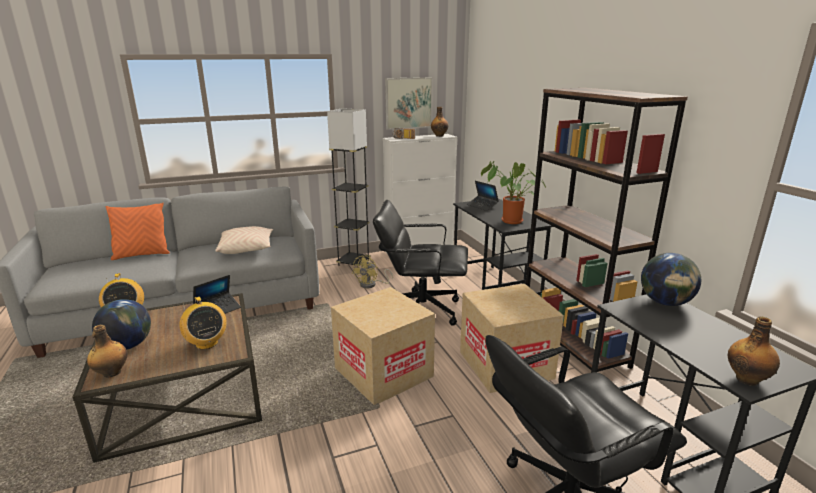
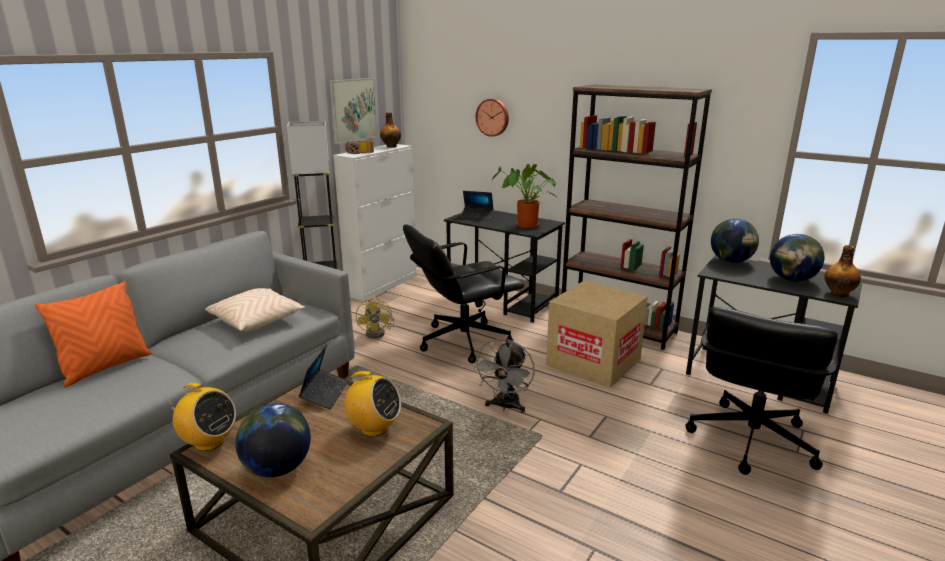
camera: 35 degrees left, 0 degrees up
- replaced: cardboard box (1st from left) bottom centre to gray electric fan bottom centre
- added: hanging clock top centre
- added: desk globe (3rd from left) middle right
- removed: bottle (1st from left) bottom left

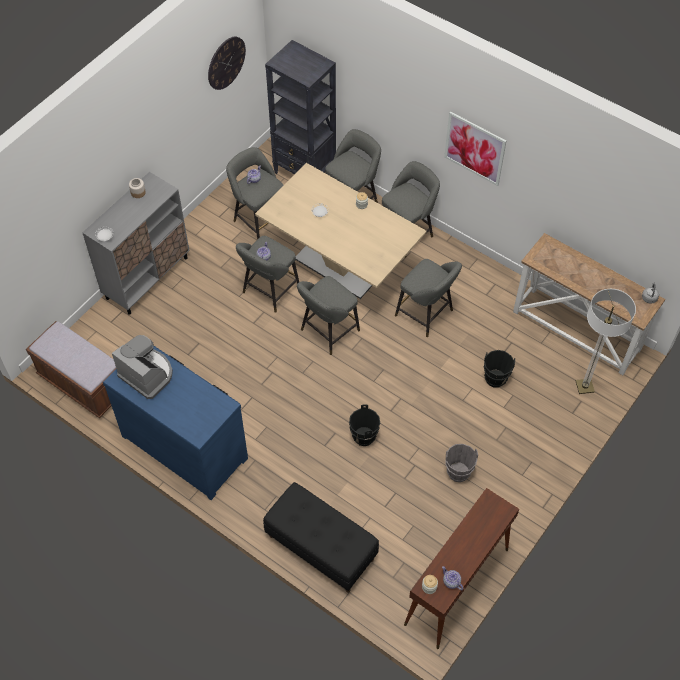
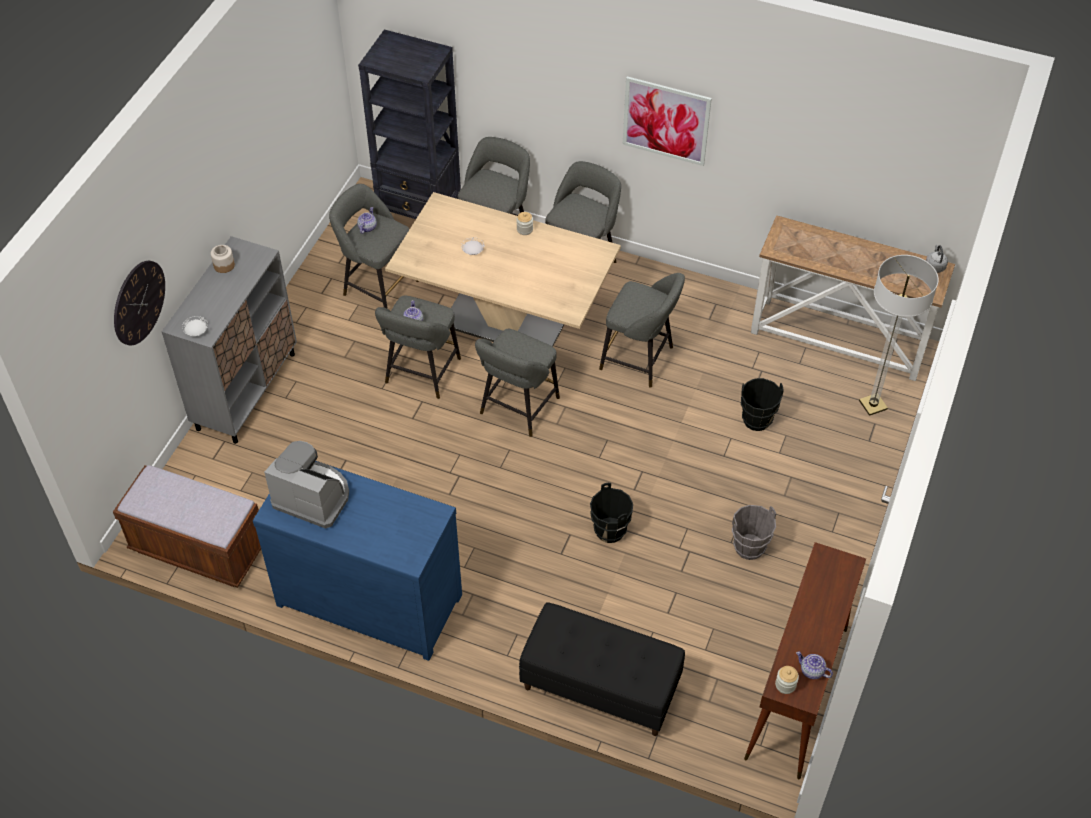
camera: 15 degrees left, 5 degrees down
- moved: hanging clock top centre to middle left

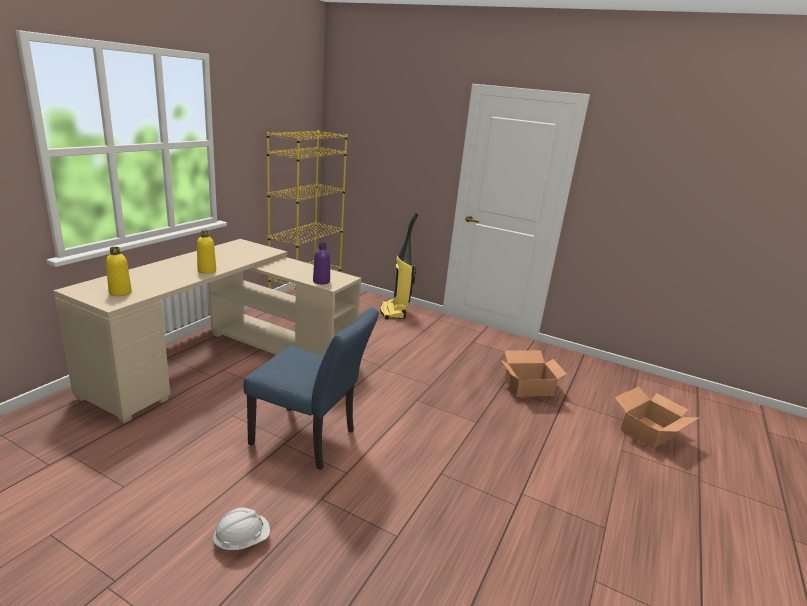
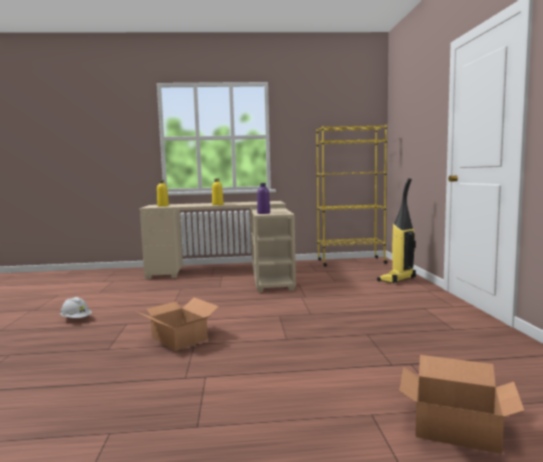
camera: 60 degrees right, 15 degrees down
- moved: cardboard box (1st from left) centre to bottom left
- removed: blue plain chair centre

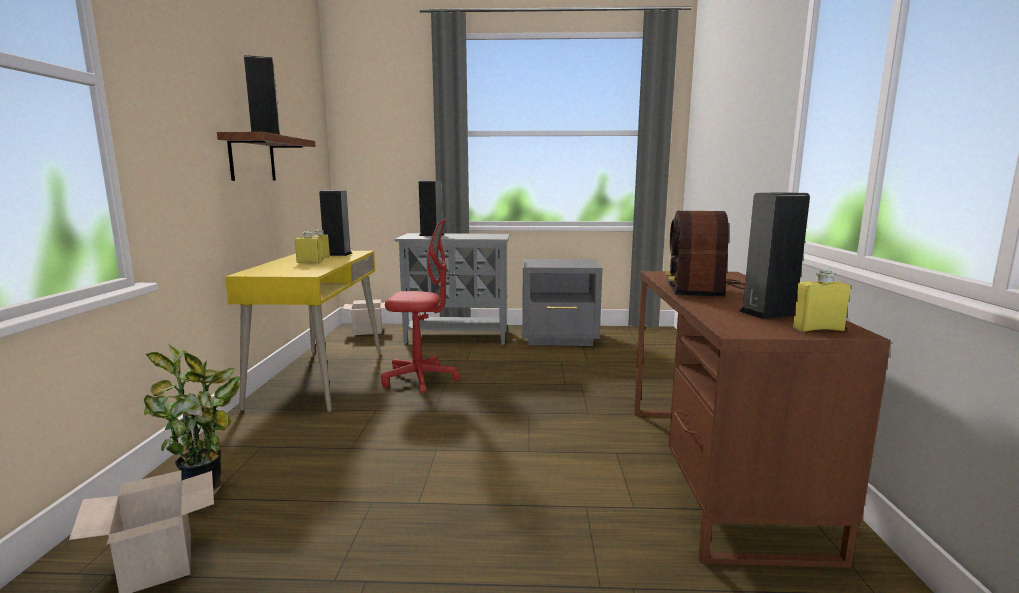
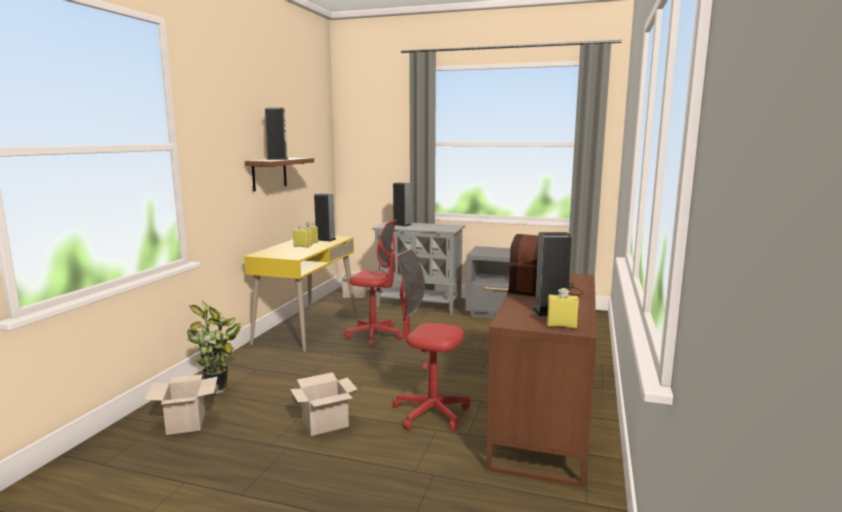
camera: 15 degrees right, 0 degrees up
- added: cardboard box (2nd from left) bottom centre
- added: red-coloured office chair (2nd from left) centre

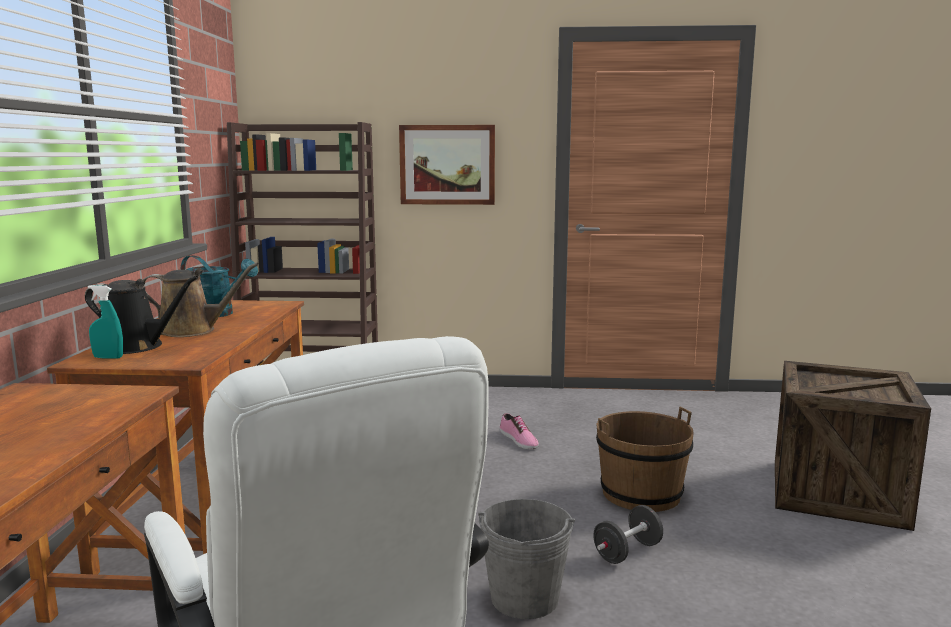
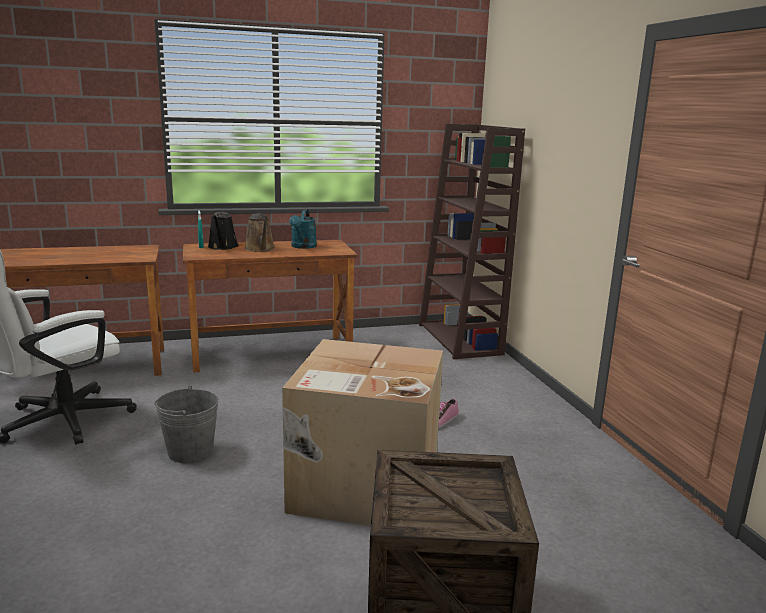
camera: 70 degrees right, 5 degrees up
- replaced: brown bucket bottom right to cardboard box bottom centre
- removed: picture top centre
- removed: black hand weight bottom centre

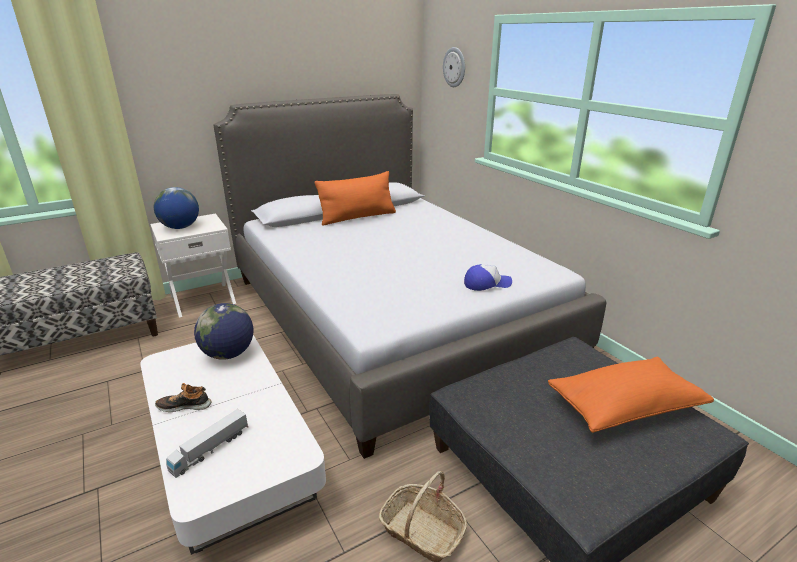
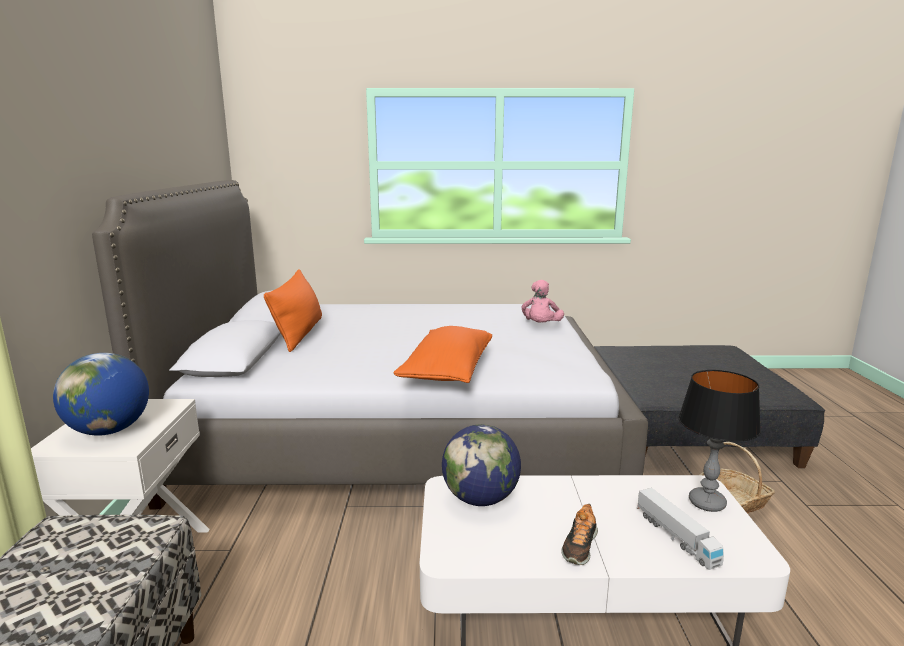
camera: 60 degrees left, 10 degrees down
- moved: orangey pillow (2nd from left) bottom right to centre
- replaced: baseball cap centre to pink plush toy centre
- added: lamp for a table bottom right
- removed: hanging clock top centre

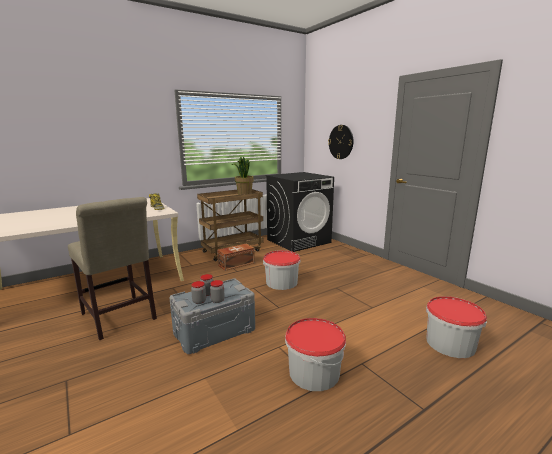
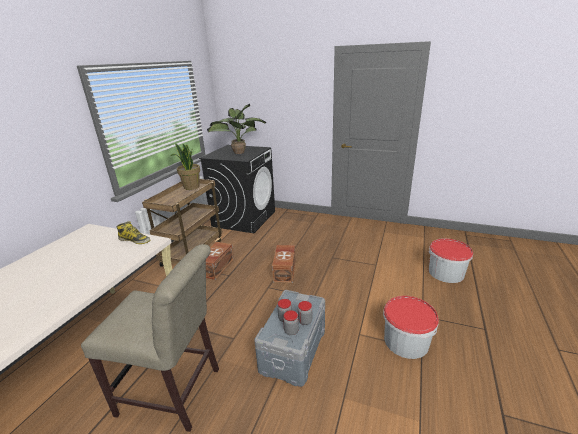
camera: 35 degrees left, 10 degrees up
- added: potted plant (2nd from left) top centre
- replaced: bucket (1st from left) centre to brown storage container (2nd from left) centre
- removed: hanging clock top centre

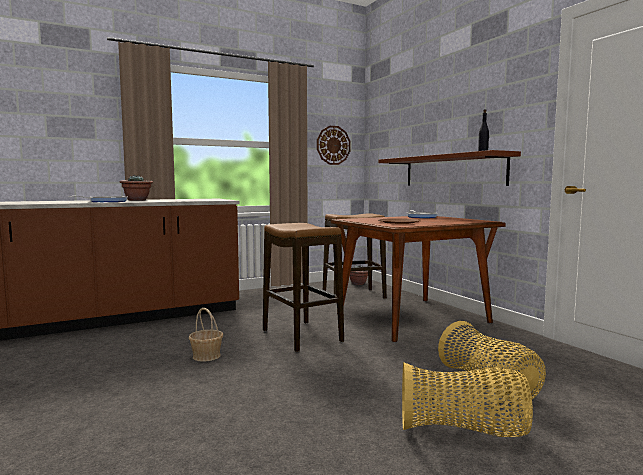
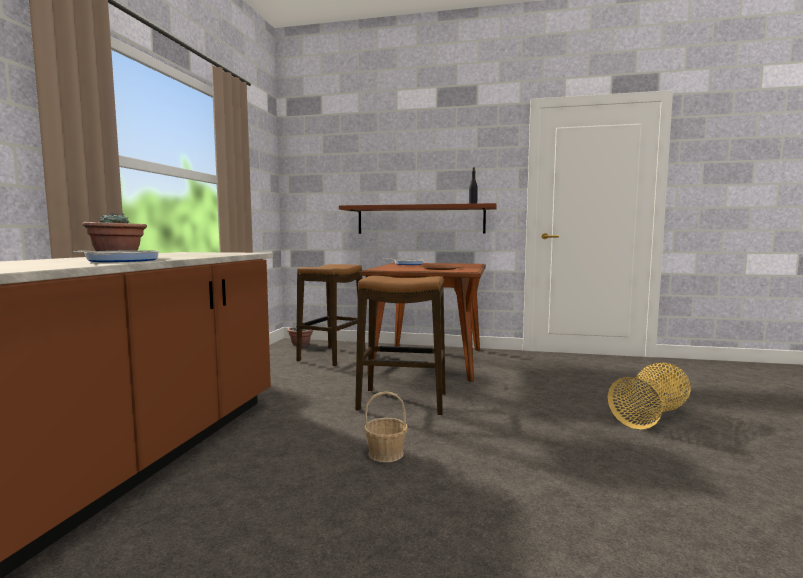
camera: 50 degrees left, 0 degrees up
- removed: hanging clock top centre
- removed: storage basket (3rd from left) bottom right

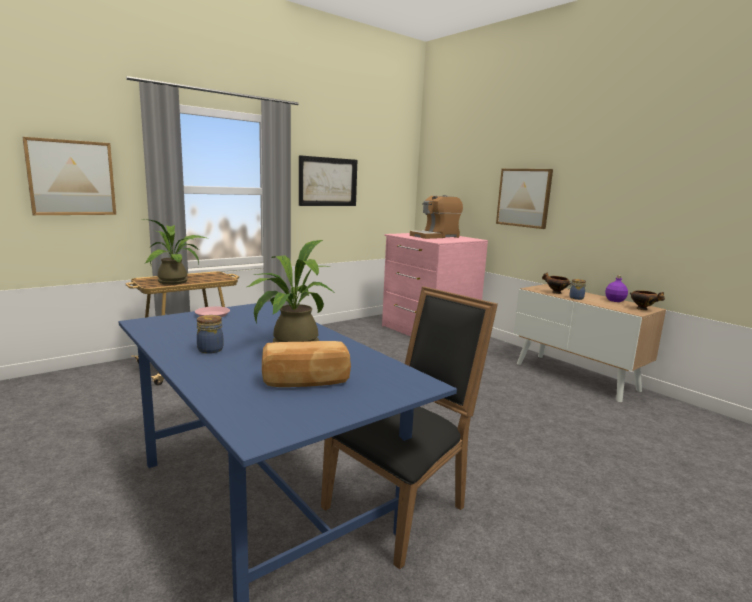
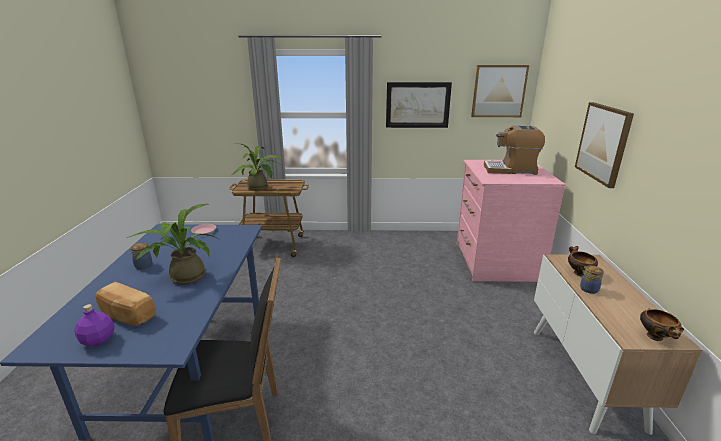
camera: 40 degrees right, 10 degrees up
- moved: purplish bottle middle right to bottom left
- moved: picture (1st from left in the first image) top left to picture (2nd from left) top right

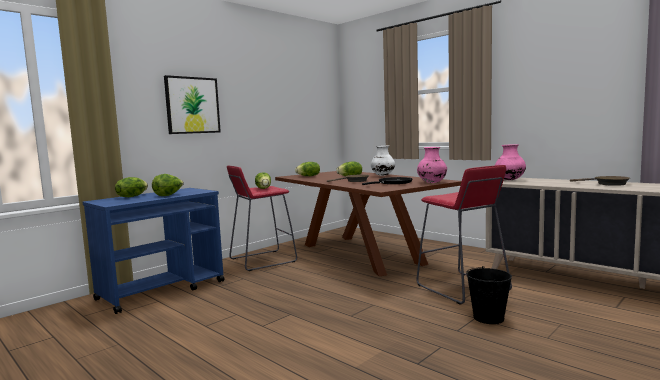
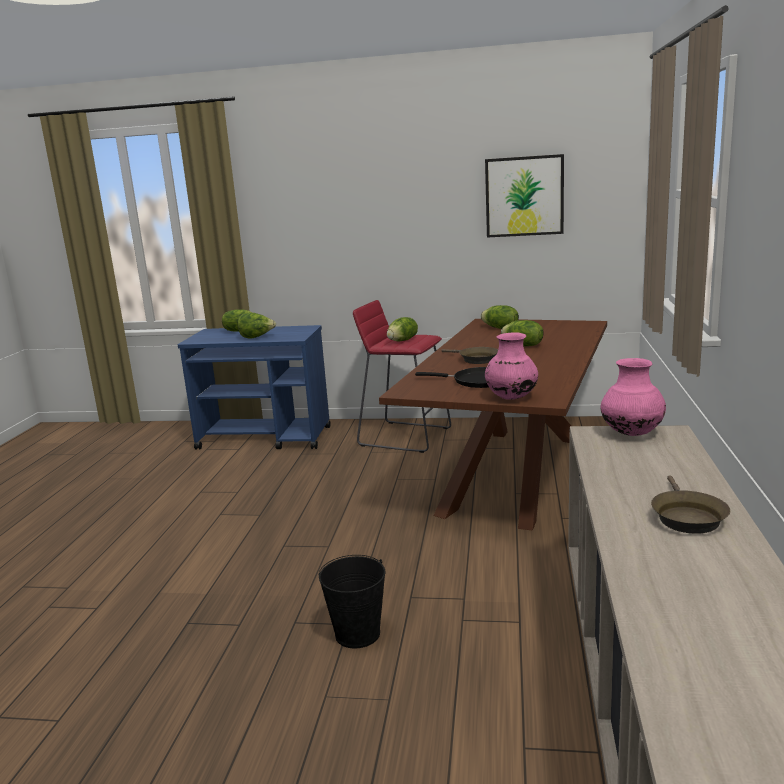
camera: 55 degrees right, 10 degrees up
- moved: picture top left to top right
- removed: white flower vase centre
- removed: red-coloured stool seat (2nd from left) middle right

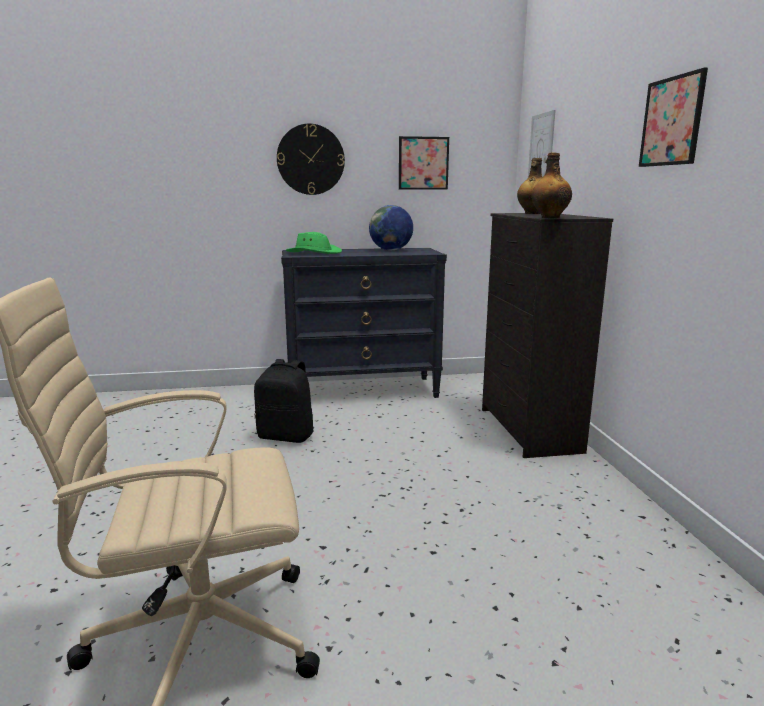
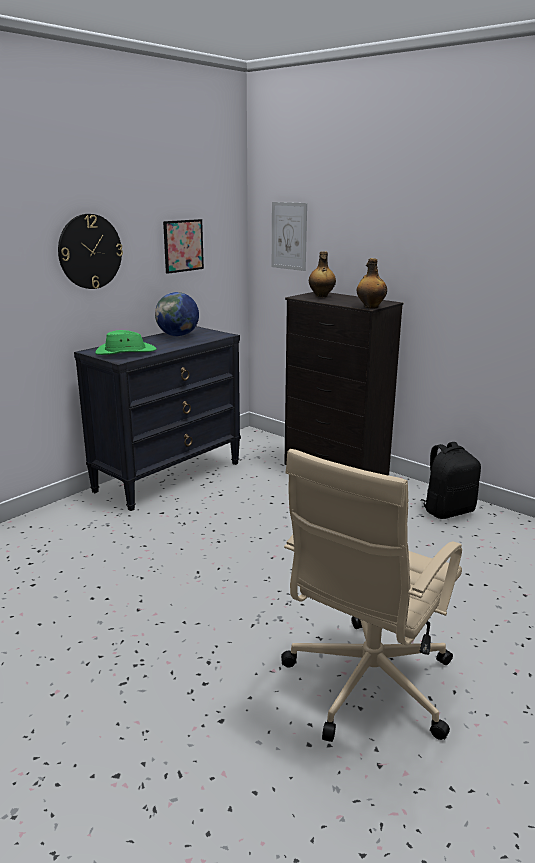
camera: 40 degrees left, 5 degrees up
- moved: black rucksack centre to middle right
- removed: picture (3rd from left) top right

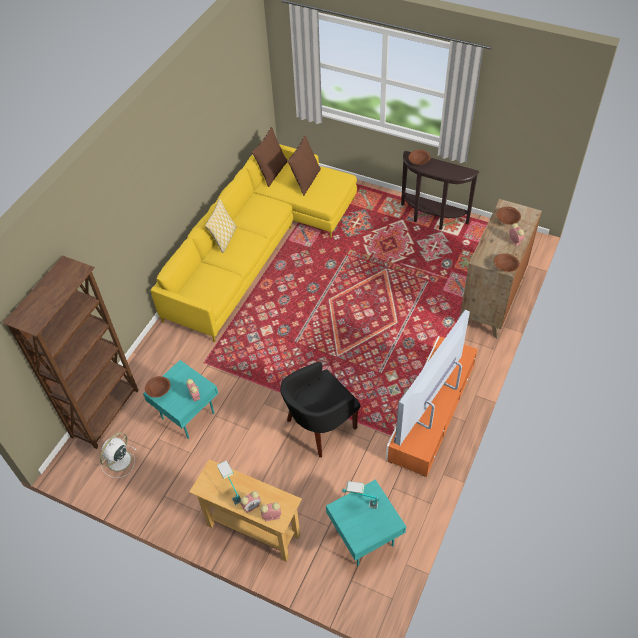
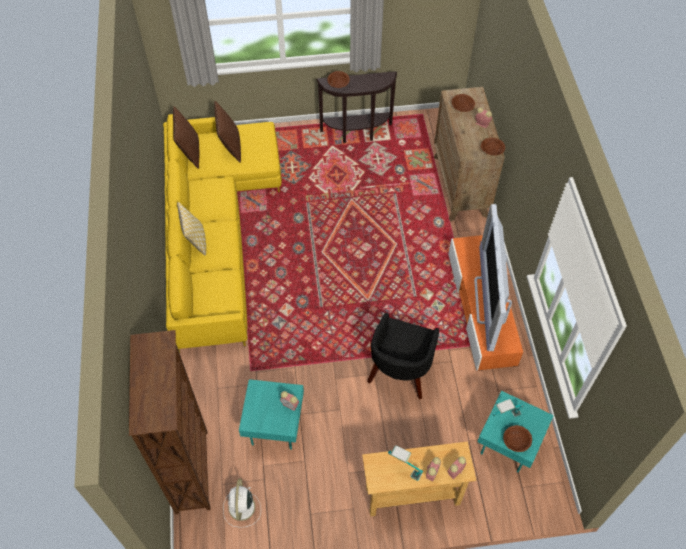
camera: 35 degrees left, 5 degrees up
- moved: brown deep dish (1st from left in the first image) middle left to brown deep dish (4th from left) bottom right

